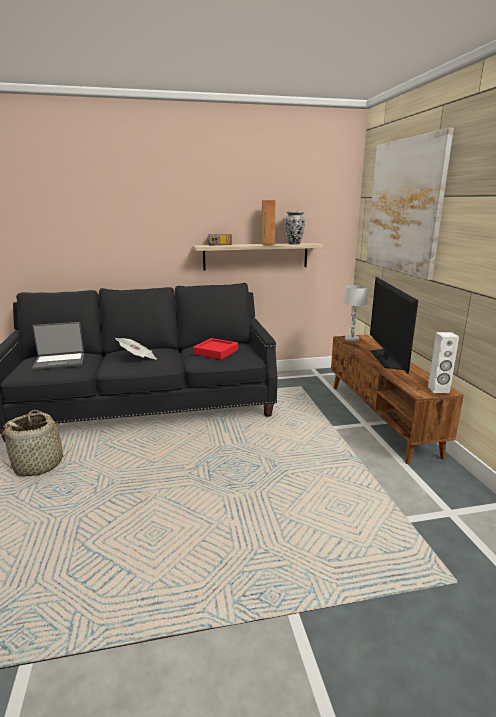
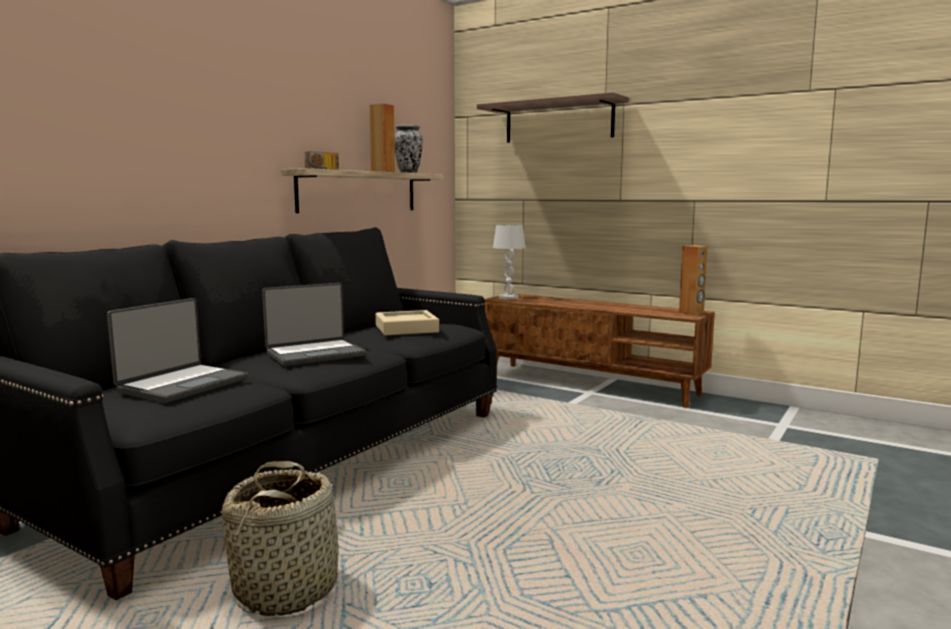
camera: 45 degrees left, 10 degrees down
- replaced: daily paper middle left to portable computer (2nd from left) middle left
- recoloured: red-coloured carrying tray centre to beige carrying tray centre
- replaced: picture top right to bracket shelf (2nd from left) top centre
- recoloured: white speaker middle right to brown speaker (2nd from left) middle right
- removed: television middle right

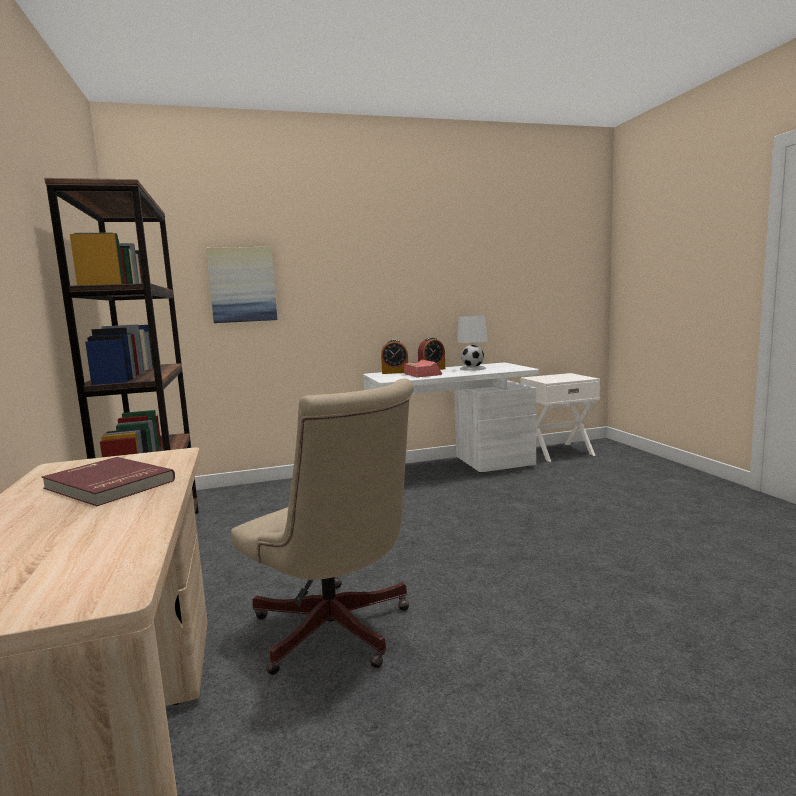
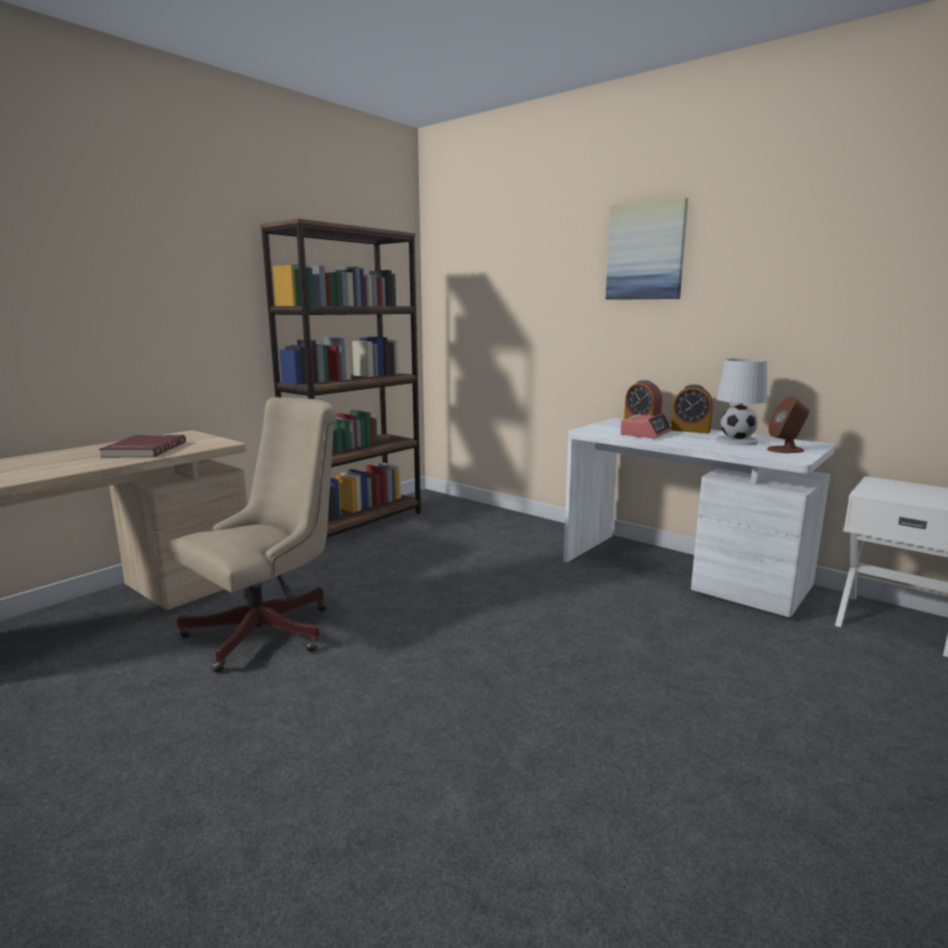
camera: 55 degrees right, 5 degrees up
- turned: beige office chair centre = middle left 150 degrees counterclockwise
- moved: picture middle left to top right
- added: brown speaker middle right

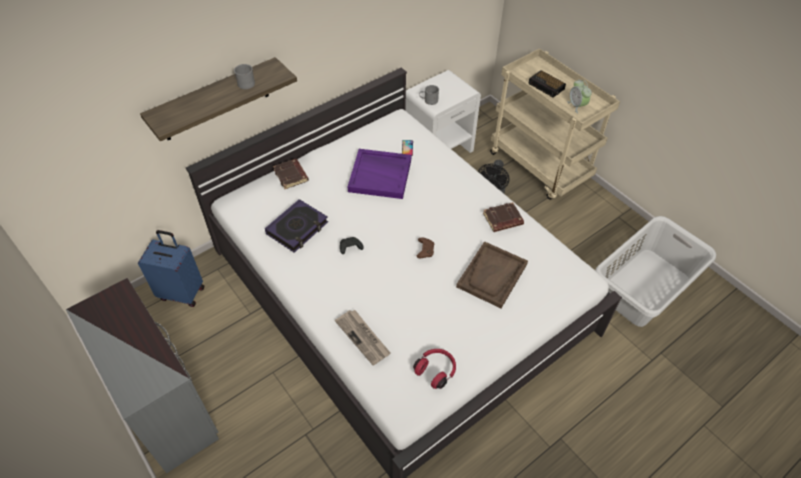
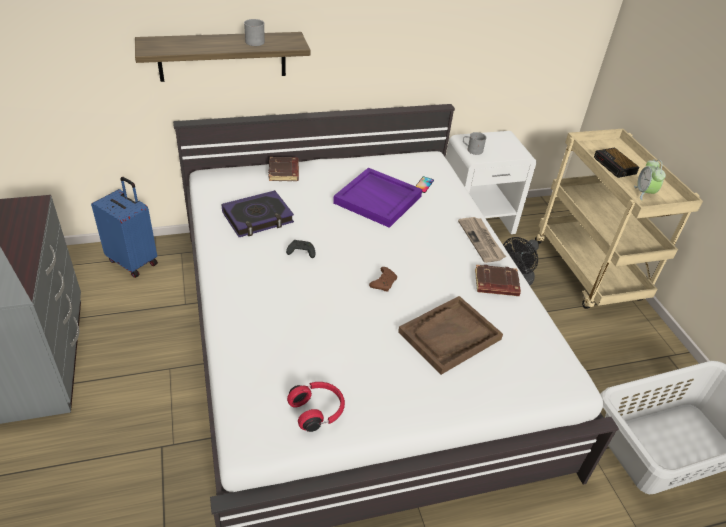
camera: 20 degrees right, 10 degrees down
- moved: daily paper bottom centre to centre

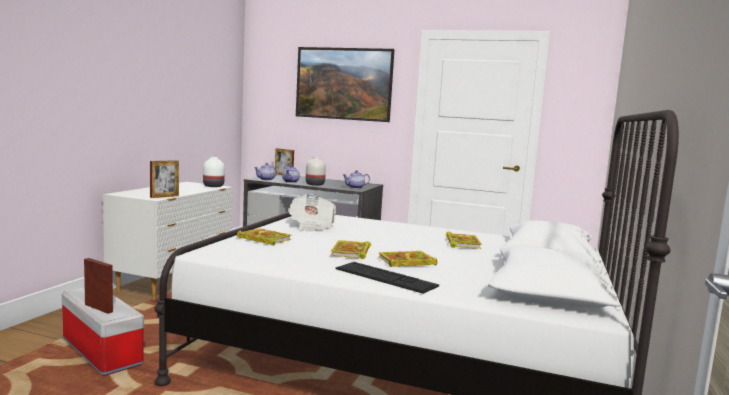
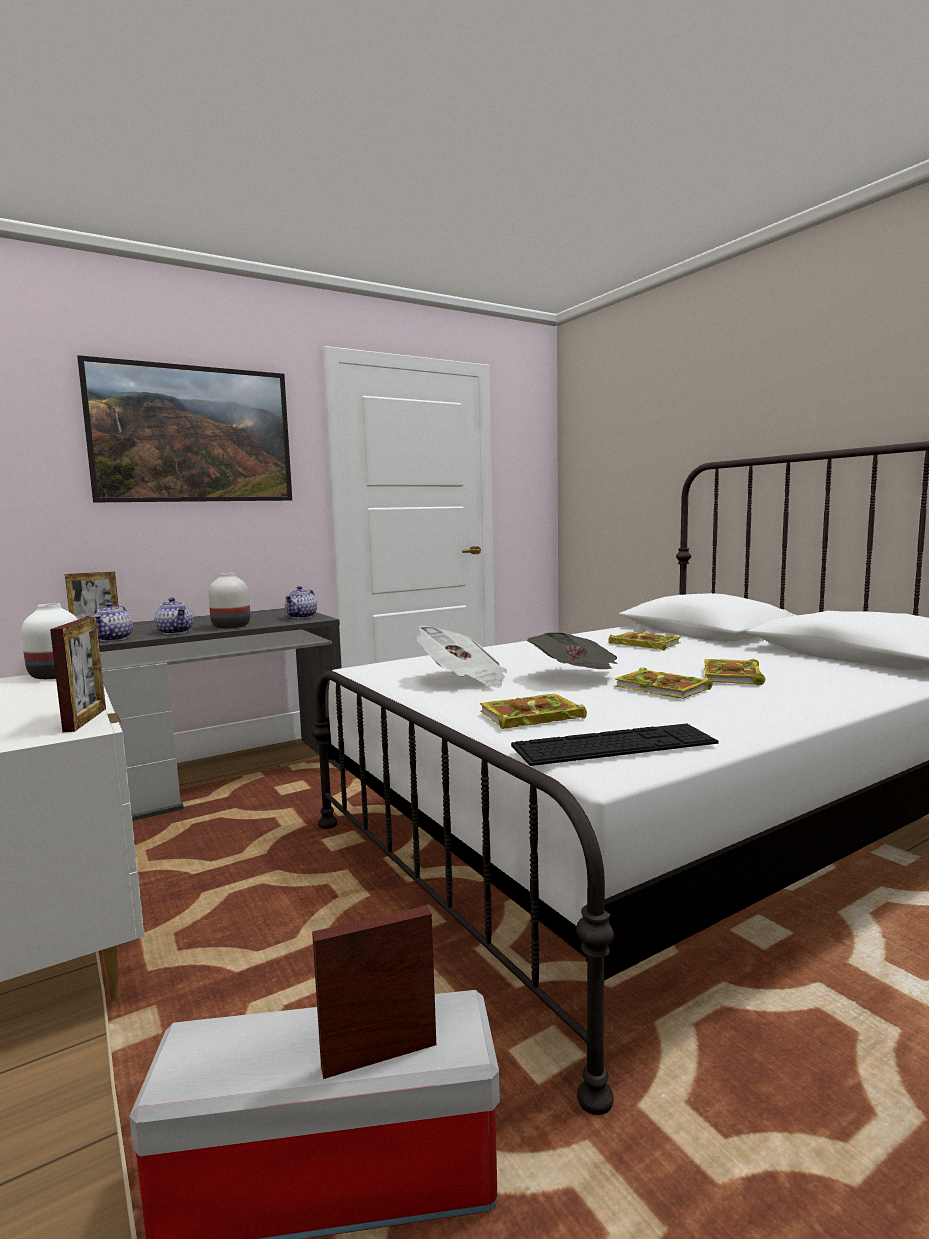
camera: 50 degrees left, 0 degrees up
- moved: keyboard bottom centre to centre
- added: daily paper (2nd from left) centre

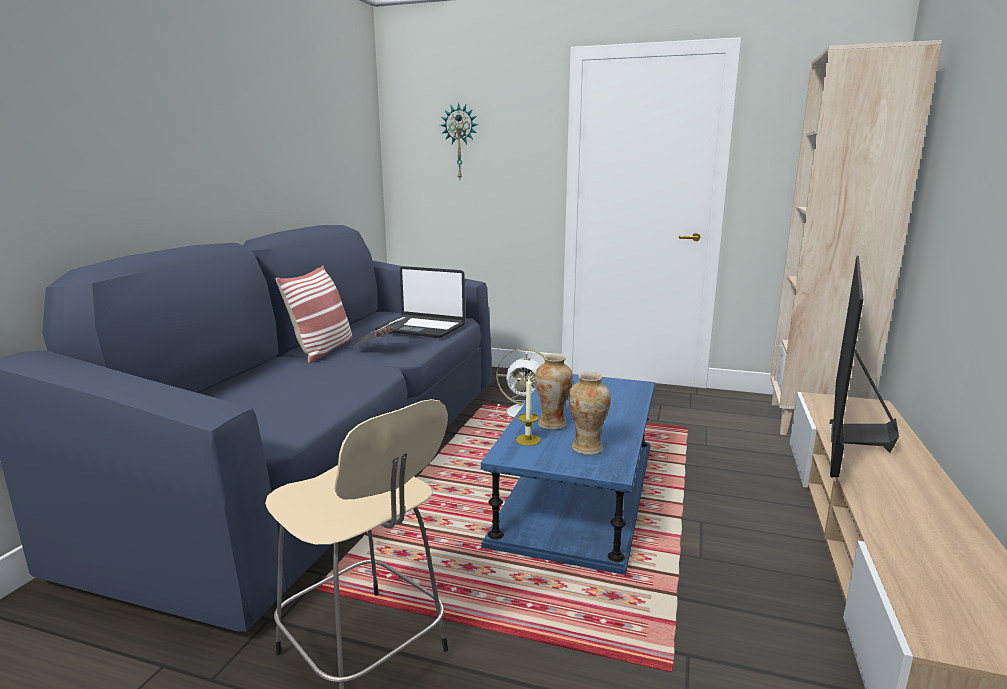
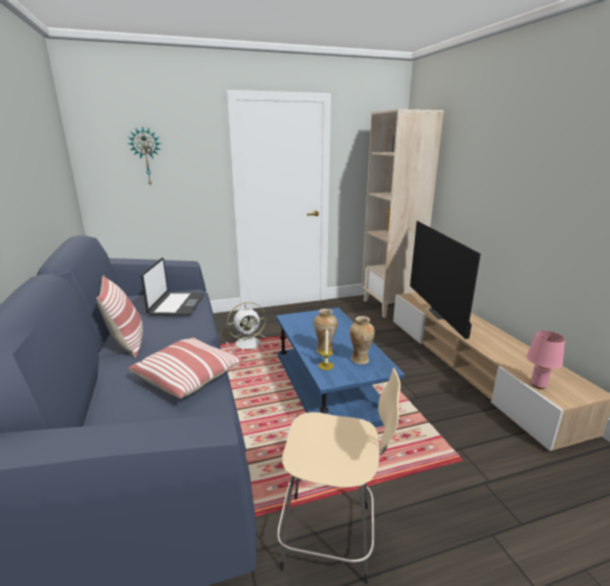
camera: 35 degrees left, 5 degrees up
- added: pillow (2nd from left) middle left
- turned: portable computer centre = middle left 75 degrees counterclockwise
- added: pink lamp for a table middle right
- removed: daily paper centre

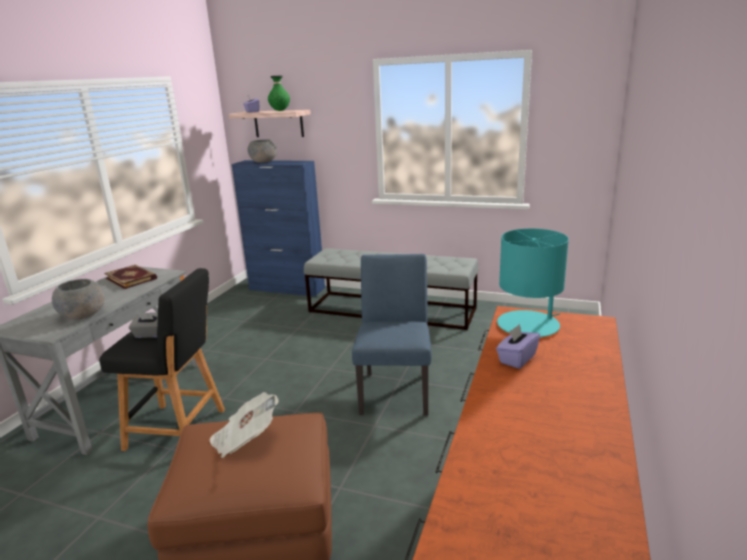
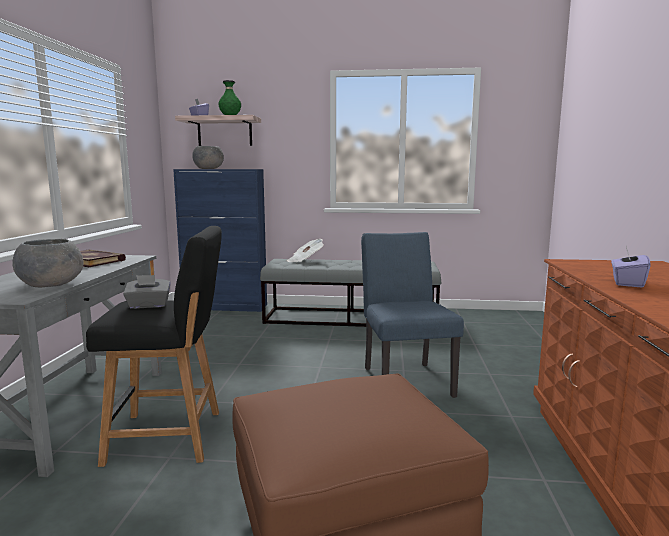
camera: 15 degrees left, 10 degrees down
- moved: daily paper bottom left to centre
- removed: turquoise lamp for a table middle right

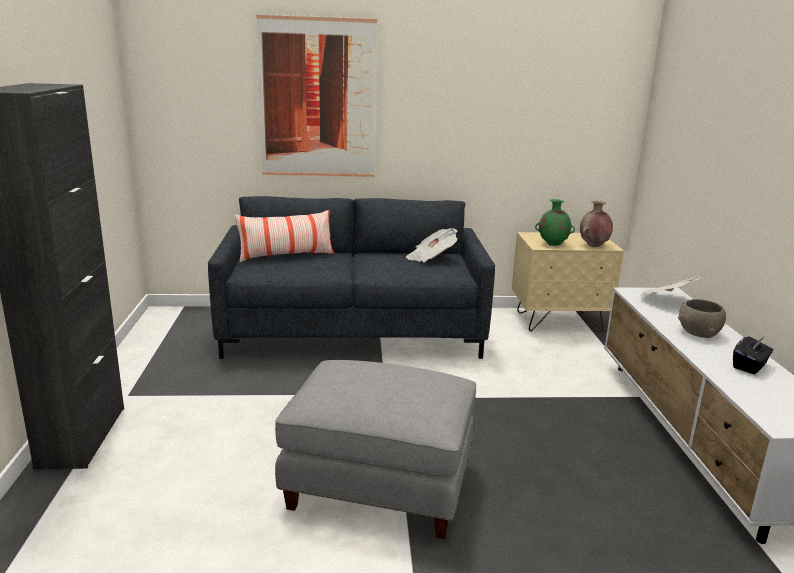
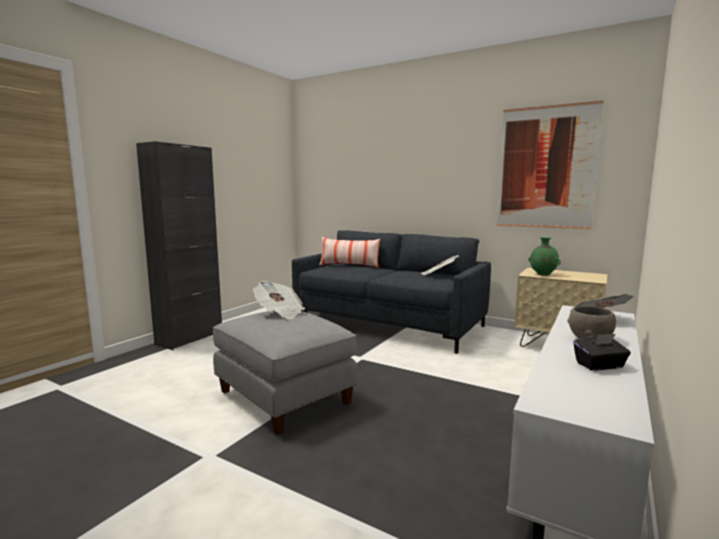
camera: 35 degrees right, 10 degrees down
- added: daily paper (1st from left) centre
- moved: picture top centre to top right
- removed: brown flower vase middle right

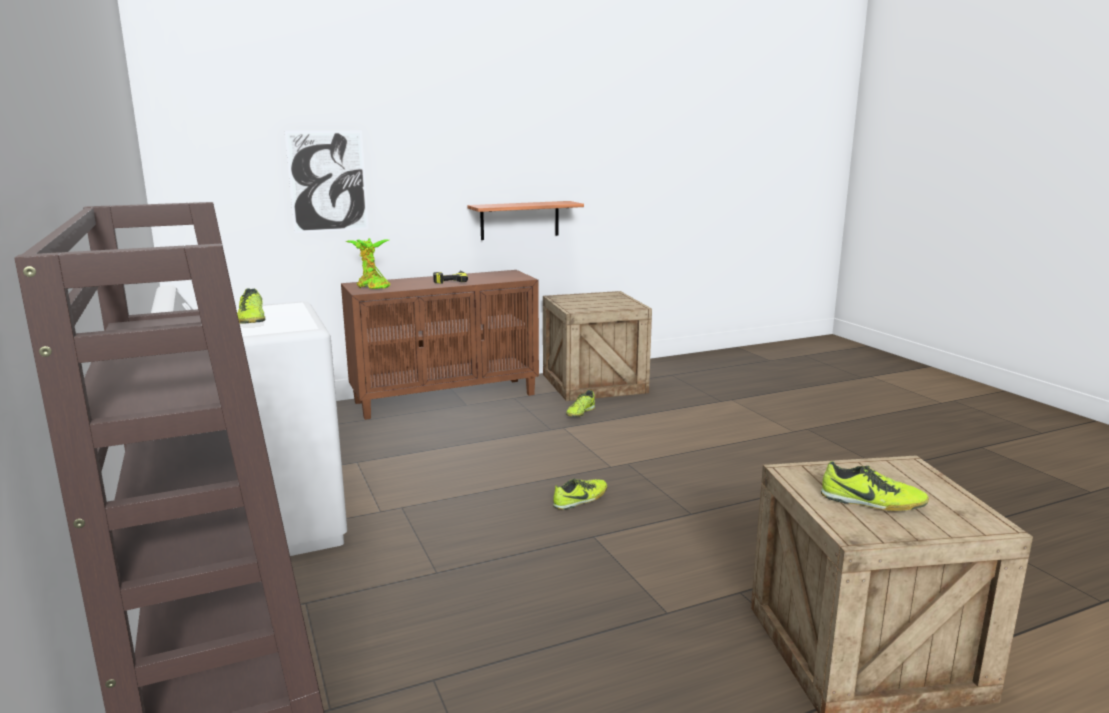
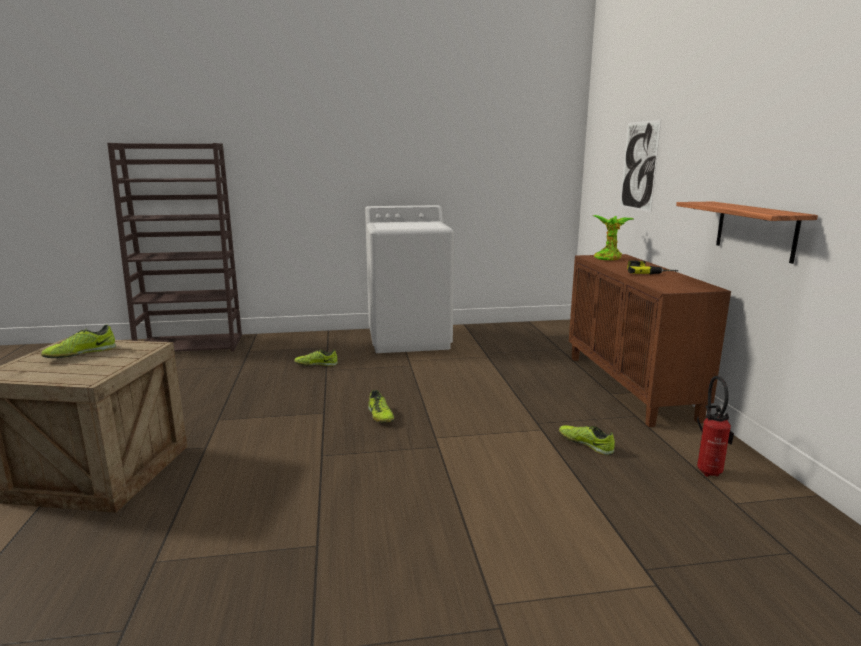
camera: 105 degrees right, 0 degrees up
- moved: shoe (1st from left in the first image) middle left to shoe (2nd from left) centre
- replaced: packing crate (1st from left) centre to fire extinguisher middle right

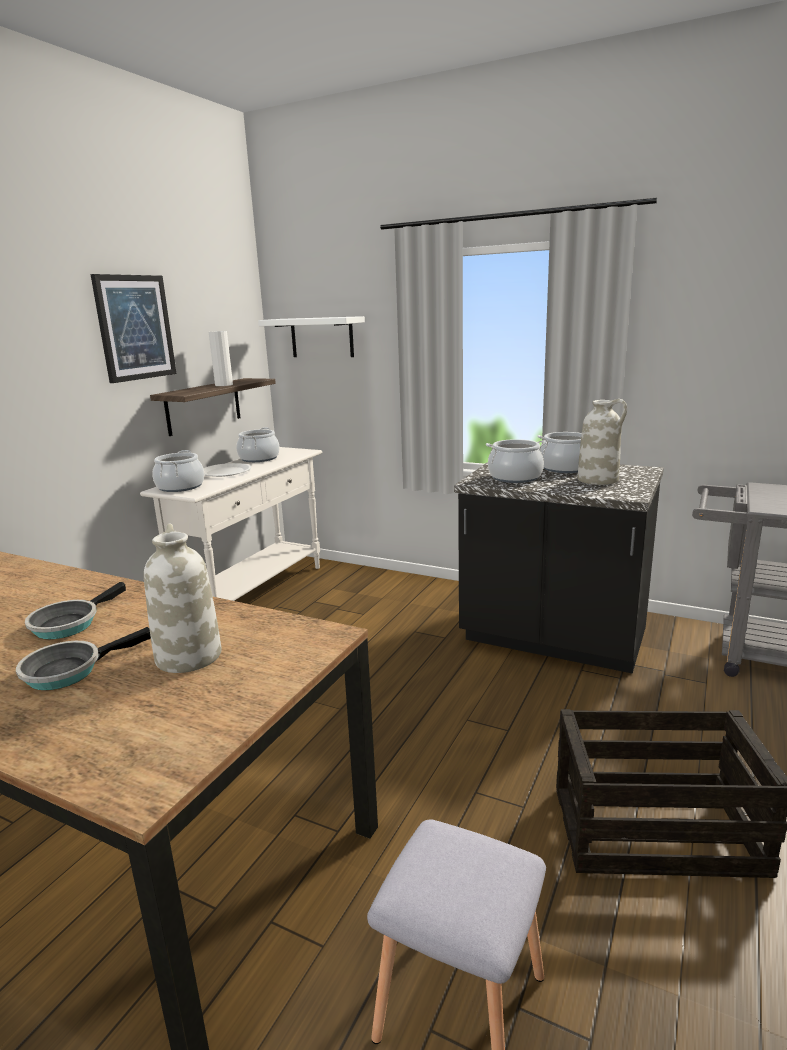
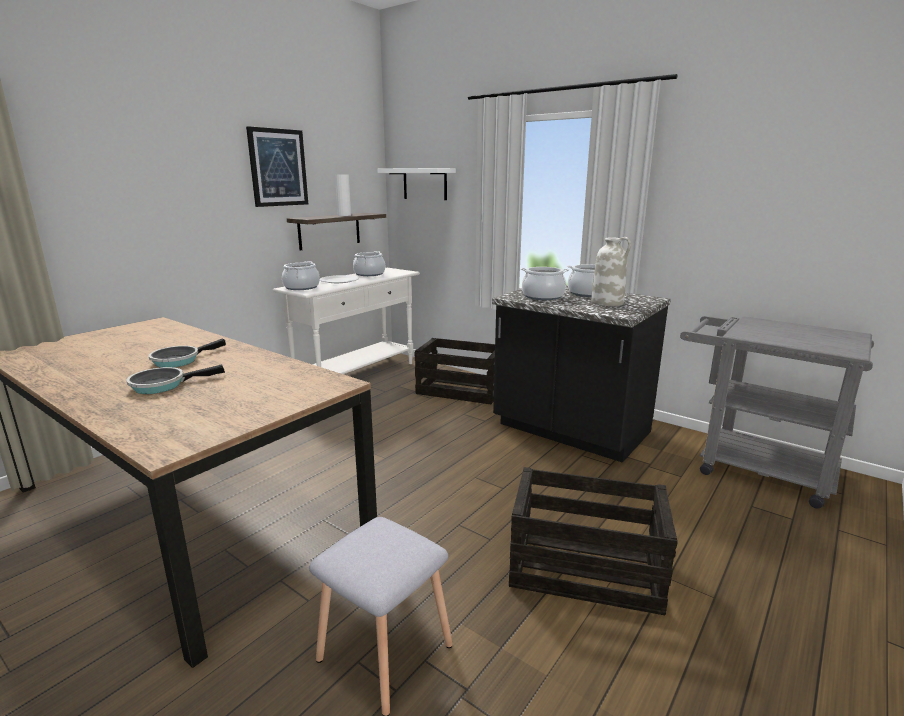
camera: 10 degrees right, 0 degrees up
- added: packing crate (1st from left) centre
- removed: white flower vase (1st from left) middle left

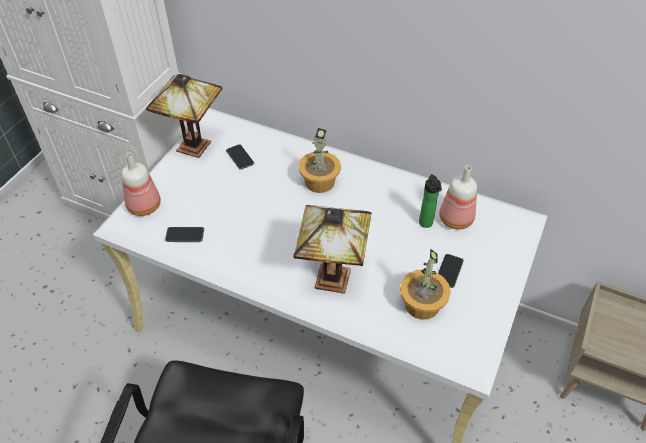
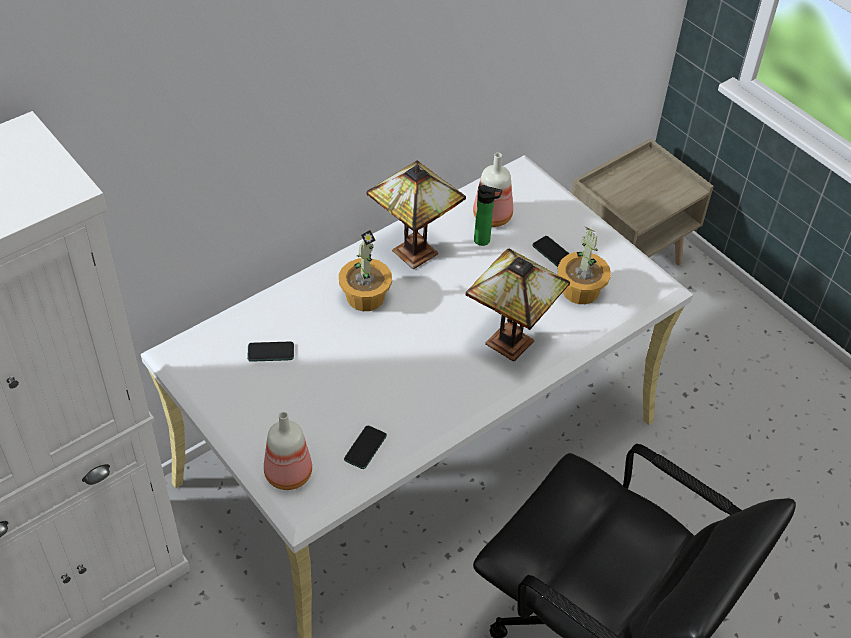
camera: 65 degrees left, 0 degrees up
- moved: lamp for a table (1st from left) top left to centre

